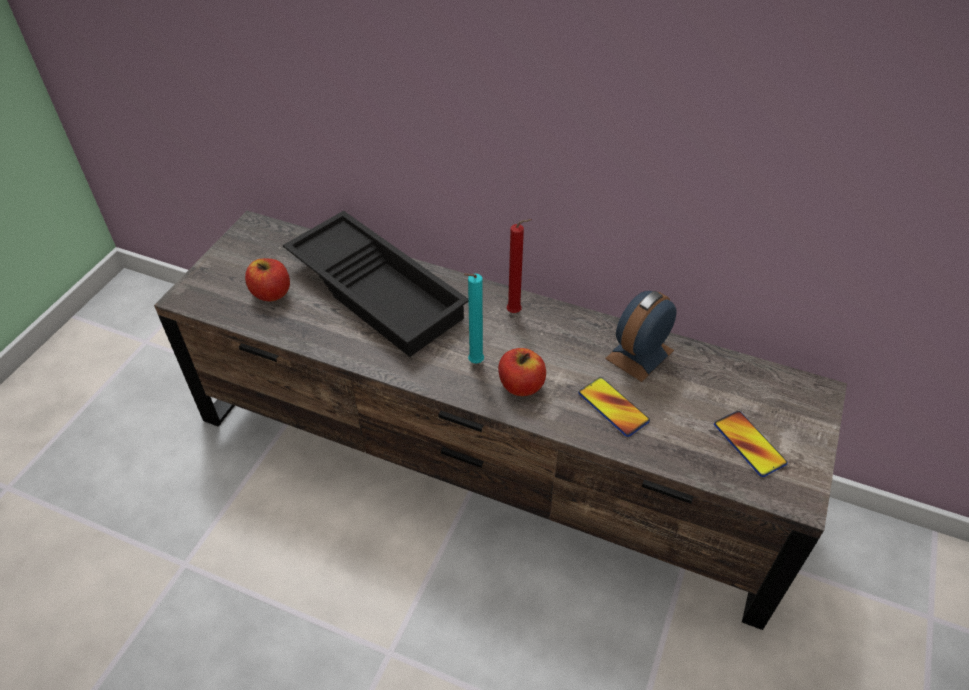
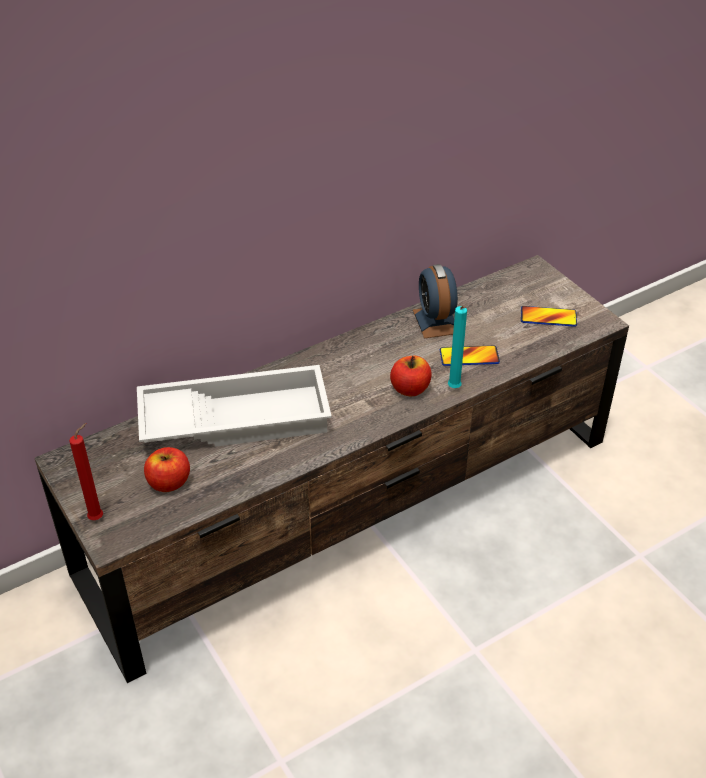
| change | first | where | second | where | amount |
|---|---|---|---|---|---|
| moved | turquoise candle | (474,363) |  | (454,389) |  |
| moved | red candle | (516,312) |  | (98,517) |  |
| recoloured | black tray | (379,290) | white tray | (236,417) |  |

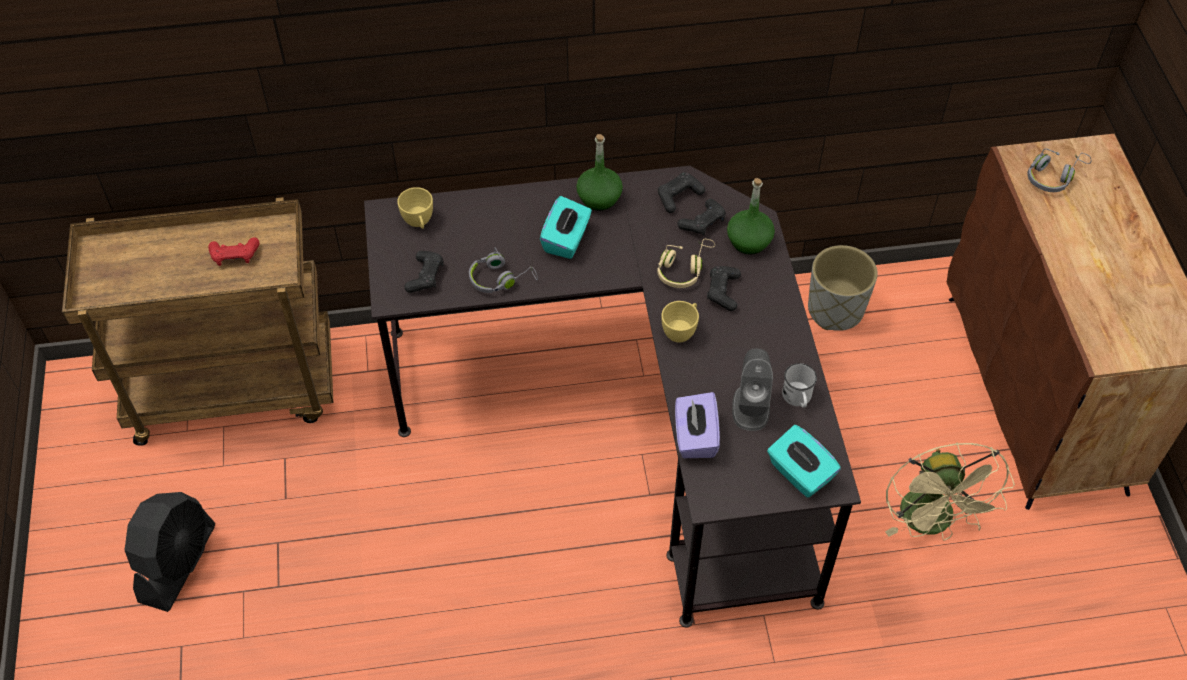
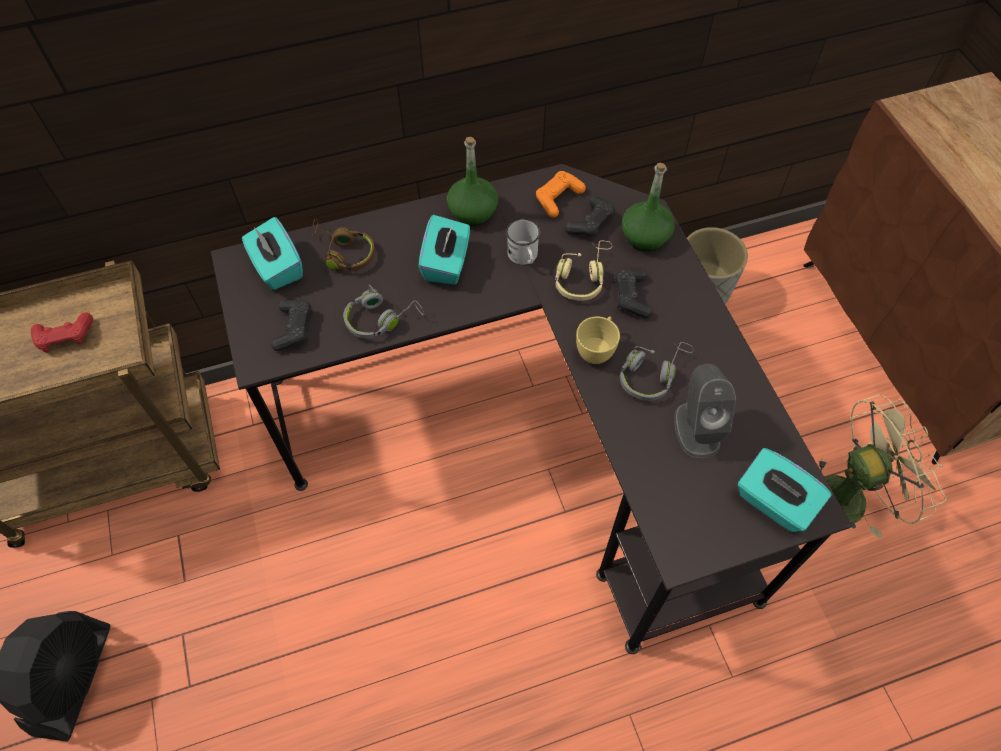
| change | first | where | second | where | amount |
|---|---|---|---|---|---|
| removed | purple tissue box | (695,437) |  |  |  |
| added |  |  | brown headphones | (343,252) |  |
| moved | white mug | (798,398) |  | (524,257) |  |
| moved | grey headphones | (1053,176) |  | (652,374) |  |
| replaced | yellow cup | (419,223) | turquoise tissue box | (277,267) |  |
| recoloured | black game controller | (679,196) | orange game controller | (558,198) |  |
| turned | beige fan | (932,523) |  | (848,494) | 90 degrees counterclockwise |

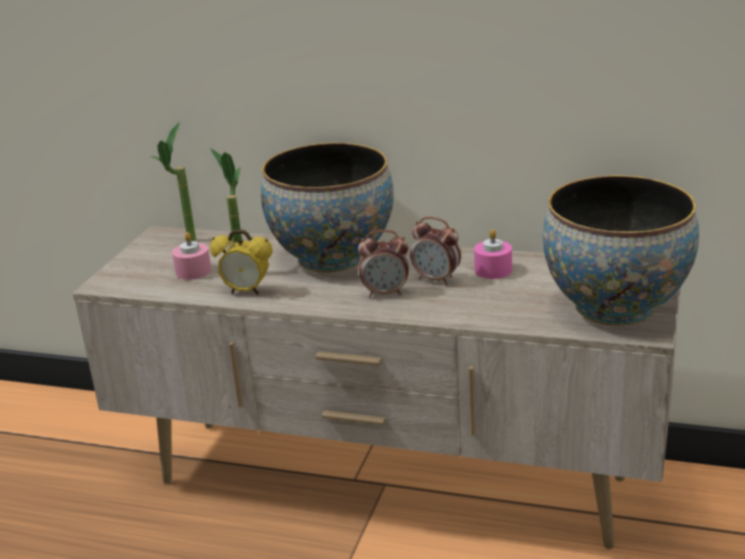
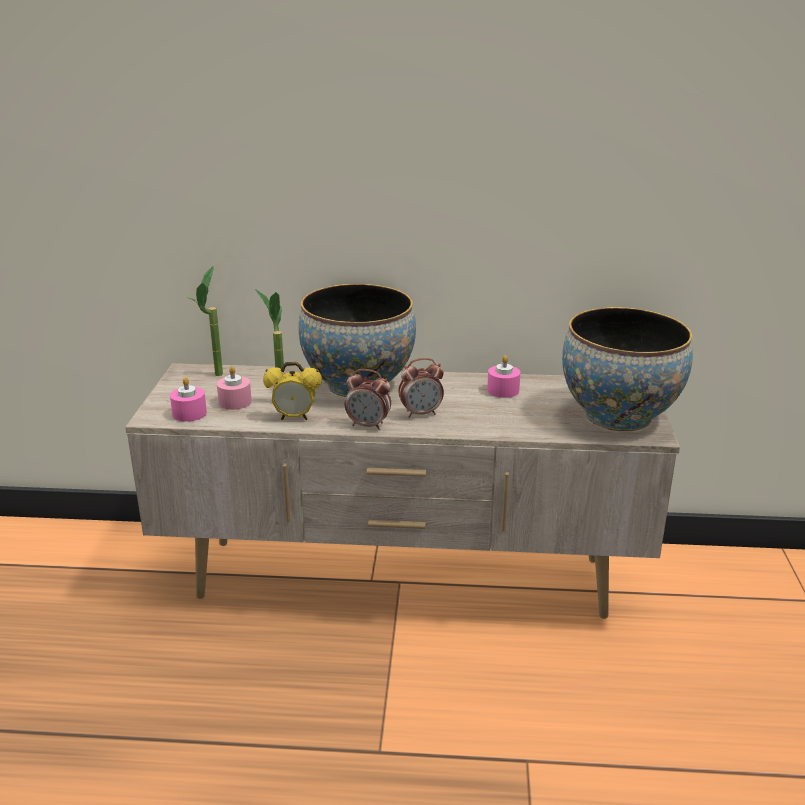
| change | first | where | second | where | amount |
|---|---|---|---|---|---|
| added |  |  | pink candle | (189,413) |  |
| moved | alarm clock | (436,279) |  | (368,425) |  |

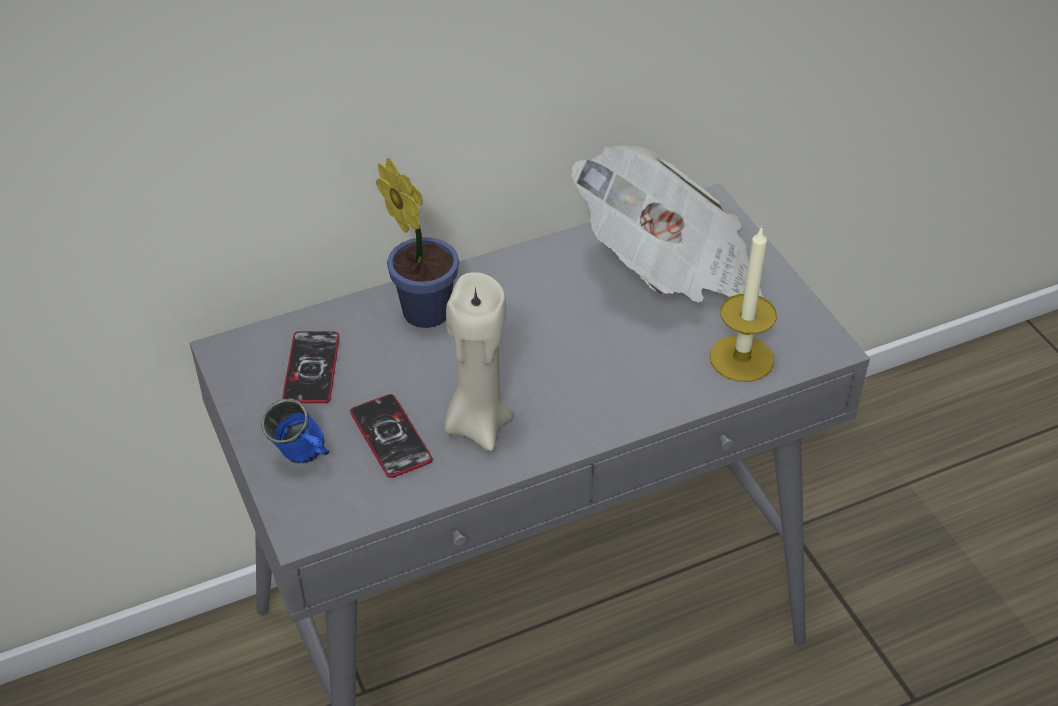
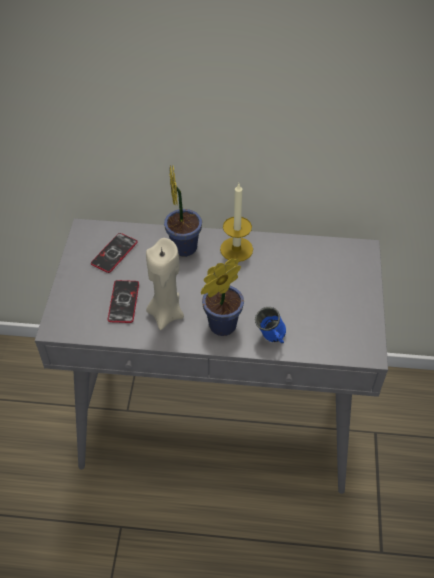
| change | first | where | second | where | amount |
|---|---|---|---|---|---|
| removed | newspaper | (668,267) |  |  |  |
| added |  |  | potted plant | (219,327) |  |
| moved | blue mug | (303,458) |  | (271,339) |  |
| moved | candle | (741,358) |  | (236,249) |  |

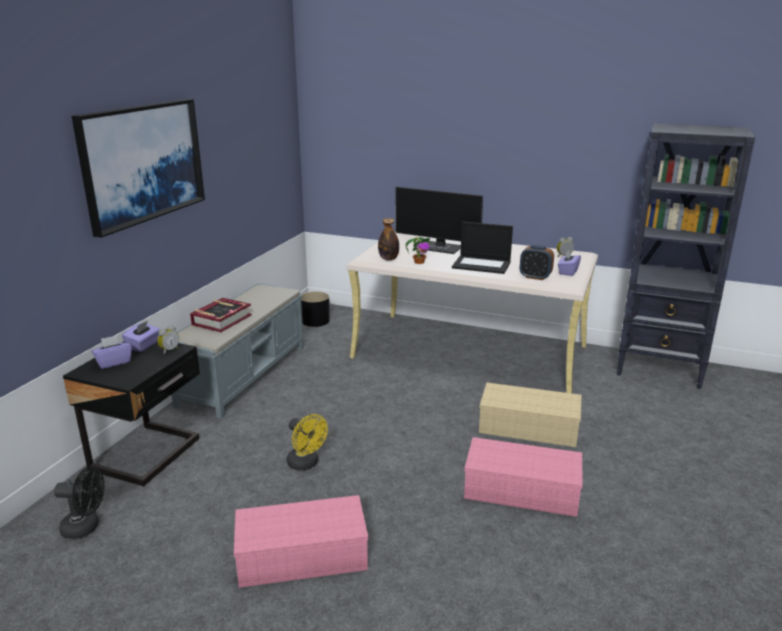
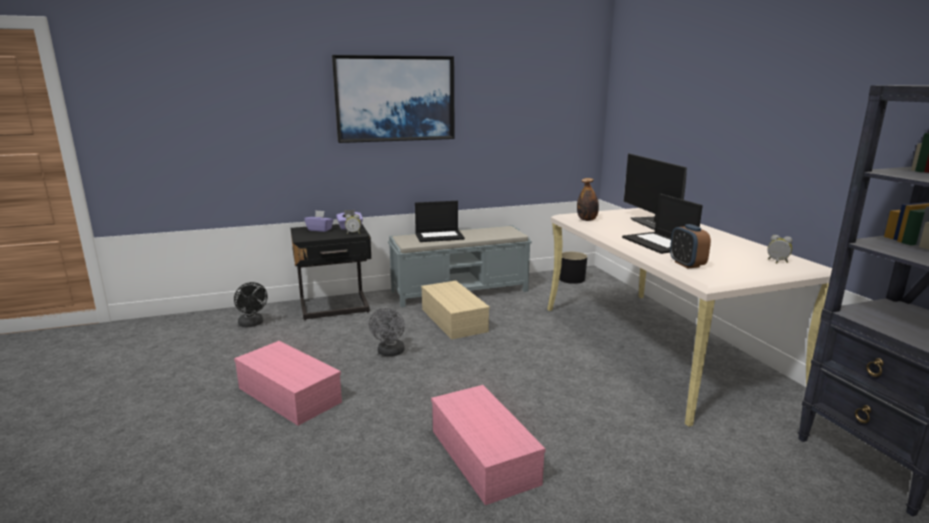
| change | first | where | second | where | amount |
|---|---|---|---|---|---|
| removed | potted plant | (419,262) |  |  |  |
| removed | purple tissue box | (568,272) |  |  |  |
| moved | beige storage box | (527,427) |  | (452,320) |  |
| replaced | book | (221,320) | laptop | (440,236) |  |
| recoloured | yellow fan | (306,464) | grey fan | (390,353) |  |

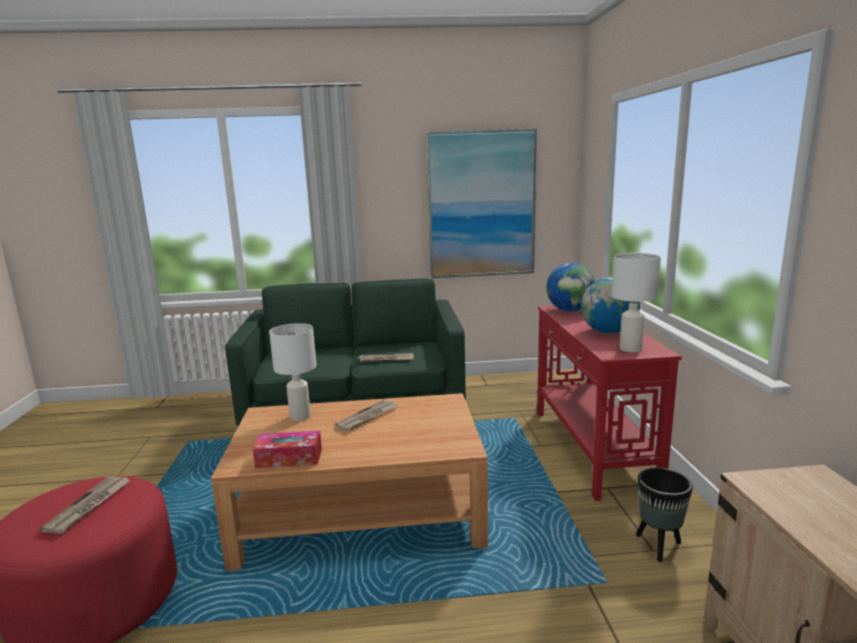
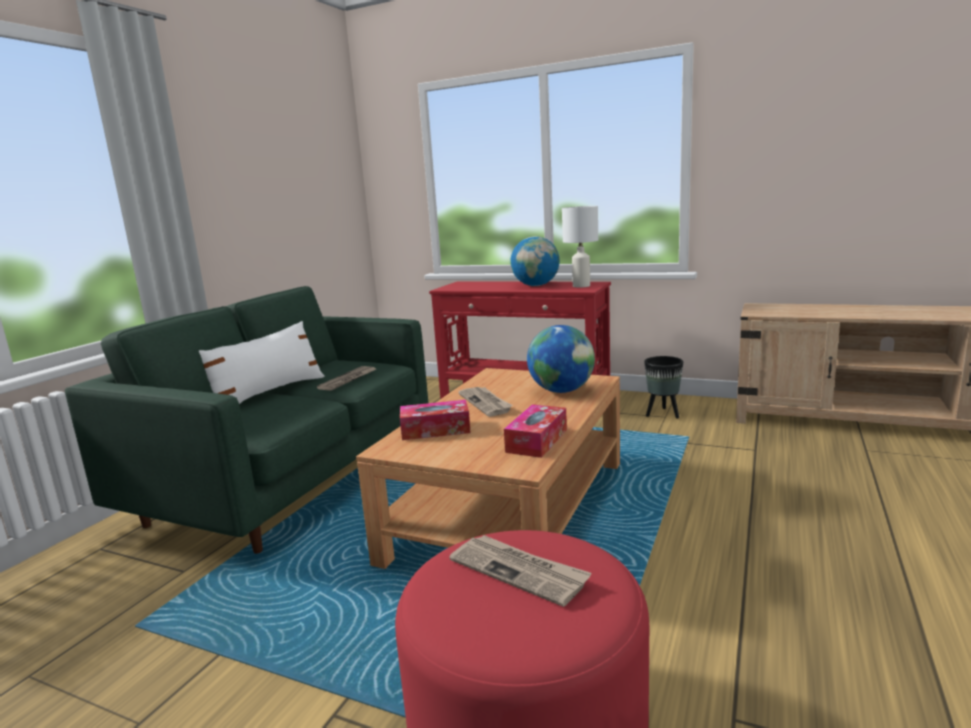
| change | first | where | second | where | amount |
|---|---|---|---|---|---|
| removed | picture | (481,205) |  |  |  |
| added |  |  | white pillow | (268,393) |  |
| moved | globe | (570,310) |  | (561,391) |  |
| replaced | white table lamp | (301,416) | tissue box | (435,430) |  |

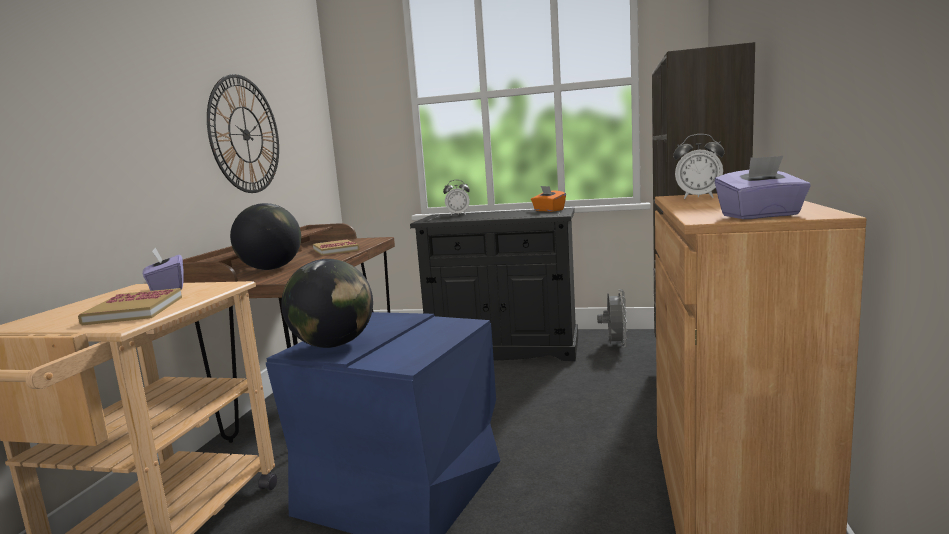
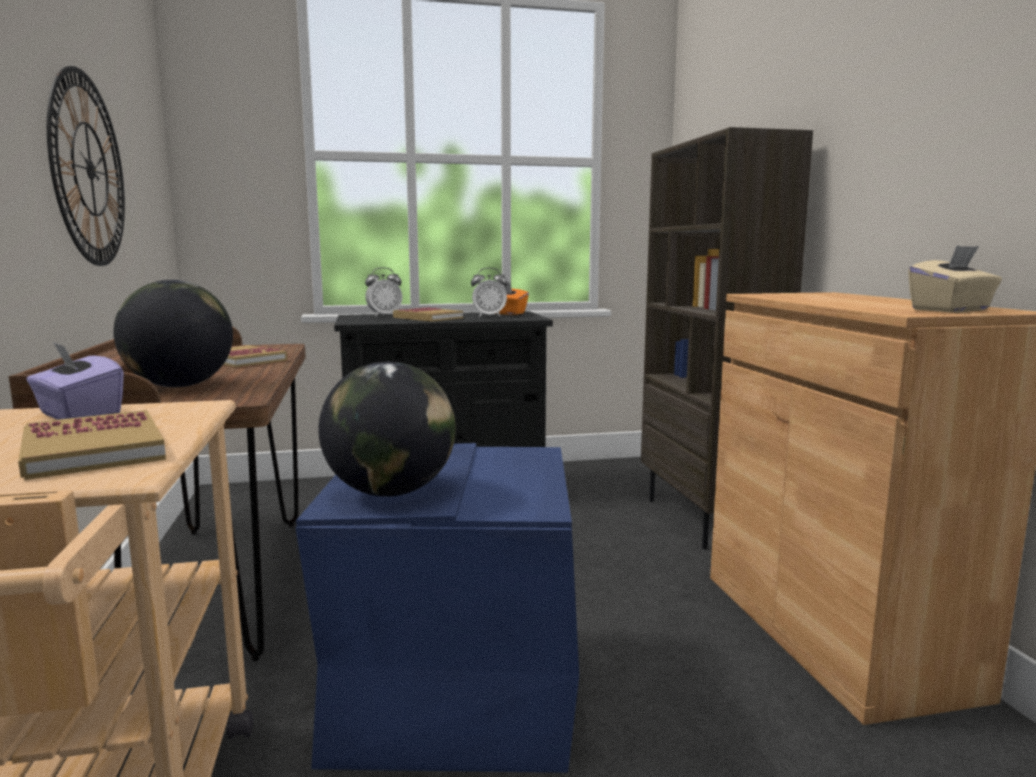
| change | first | where | second | where | amount |
|---|---|---|---|---|---|
| removed | grey fan | (615,345) |  |  |  |
| added |  |  | book | (428,318) |  |
| moved | alarm clock | (698,197) |  | (489,316) |  |
| recoloured | purple tissue box | (760,216) | beige tissue box | (951,310) |  |

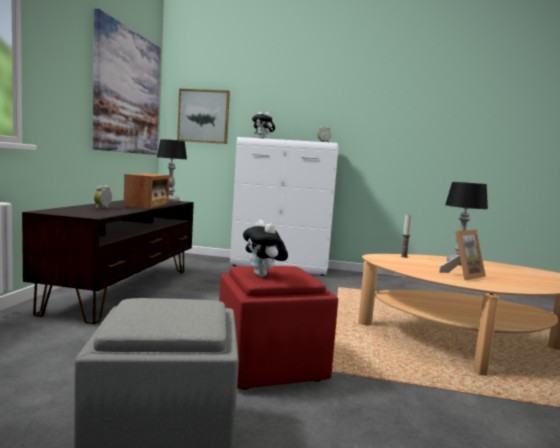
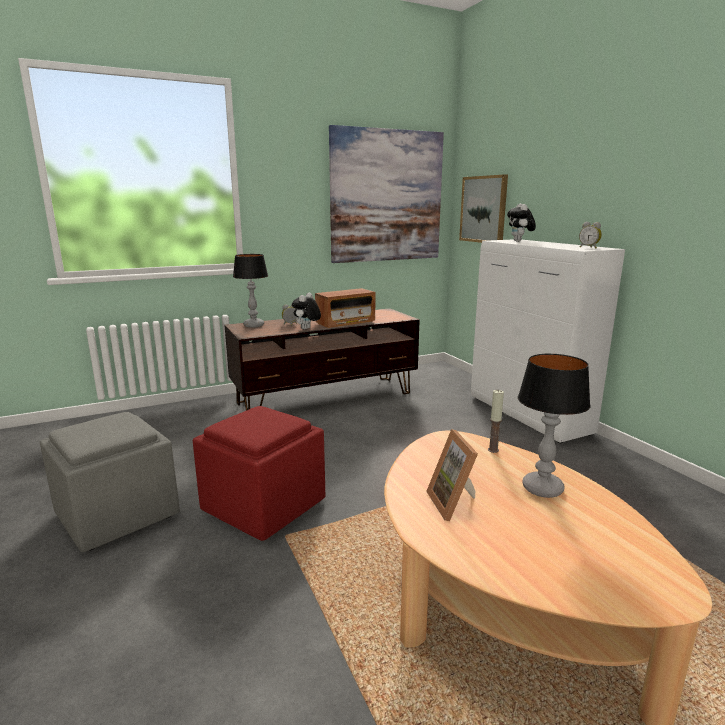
| change | first | where | second | where | amount |
|---|---|---|---|---|---|
| moved | table lamp | (170,201) |  | (254,325) |  |
| moved | plush toy | (263,276) |  | (306,329) |  |
| turned | picture frame | (463,275) |  | (455,504) | 60 degrees clockwise |

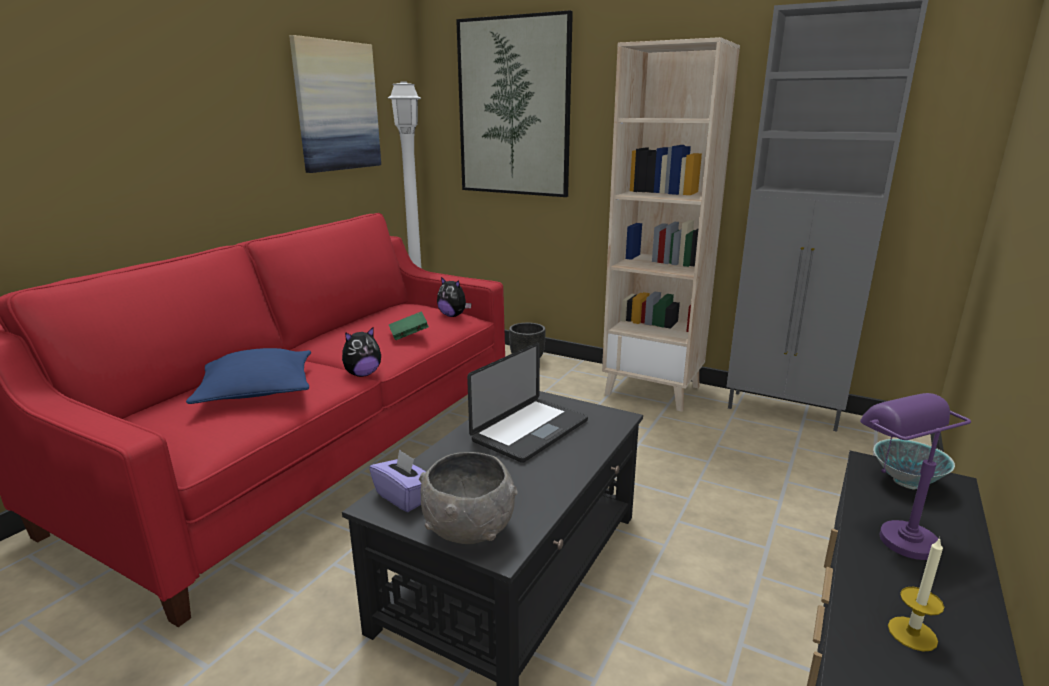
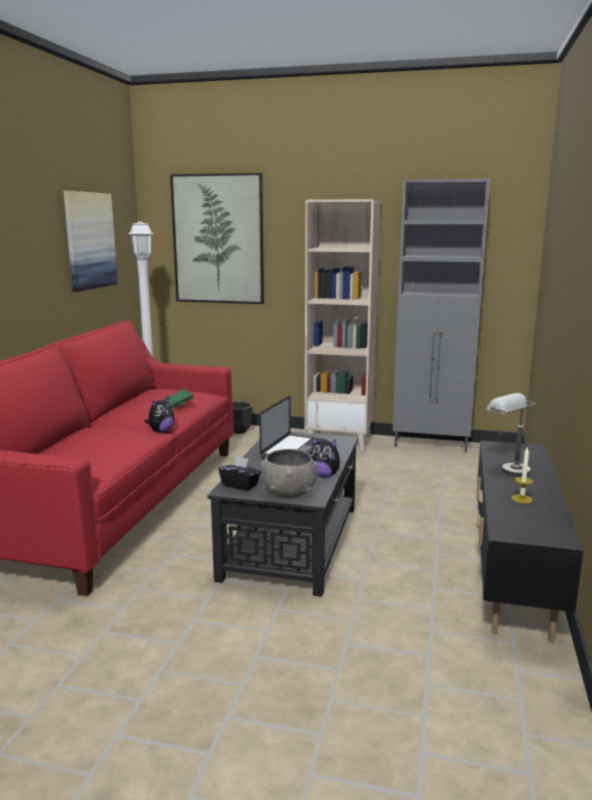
| change | first | where | second | where | amount |
|---|---|---|---|---|---|
| removed | blue pillow | (256,390) |  |  |  |
| removed | bowl | (907,482) |  |  |  |
| moved | plush toy | (453,315) |  | (324,475) |  |
| recoloured | purple tissue box | (404,497) | black tissue box | (240,485) |  |
| recoloured | purple table lamp | (890,532) | grey table lamp | (507,468) |  |

